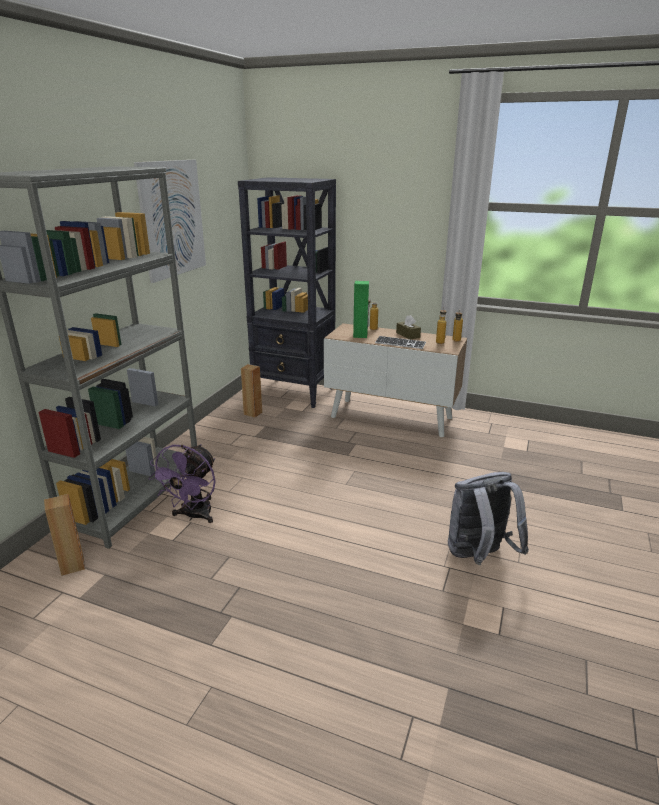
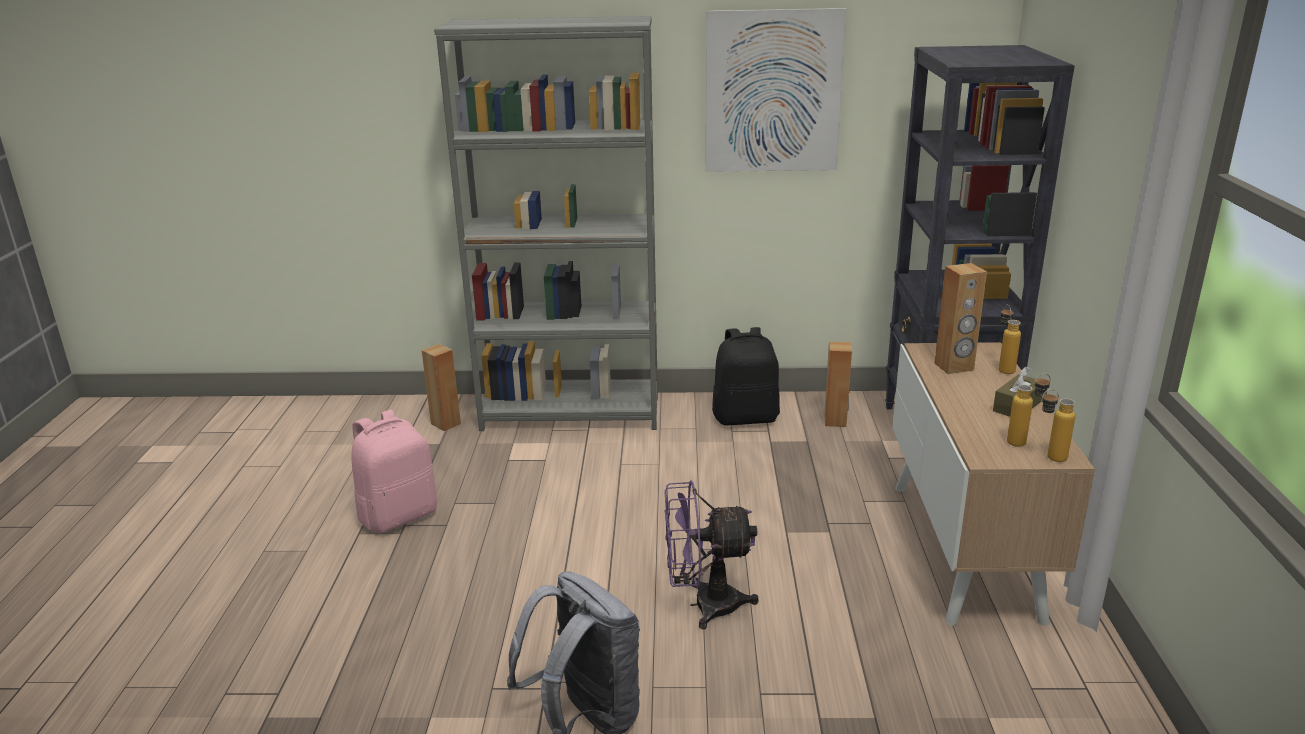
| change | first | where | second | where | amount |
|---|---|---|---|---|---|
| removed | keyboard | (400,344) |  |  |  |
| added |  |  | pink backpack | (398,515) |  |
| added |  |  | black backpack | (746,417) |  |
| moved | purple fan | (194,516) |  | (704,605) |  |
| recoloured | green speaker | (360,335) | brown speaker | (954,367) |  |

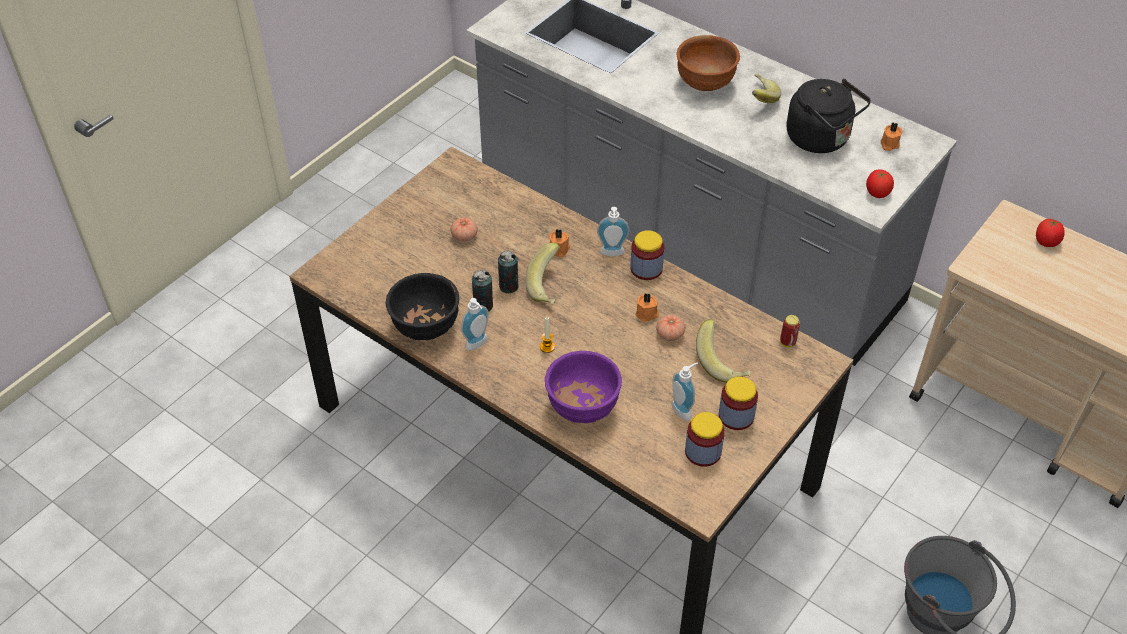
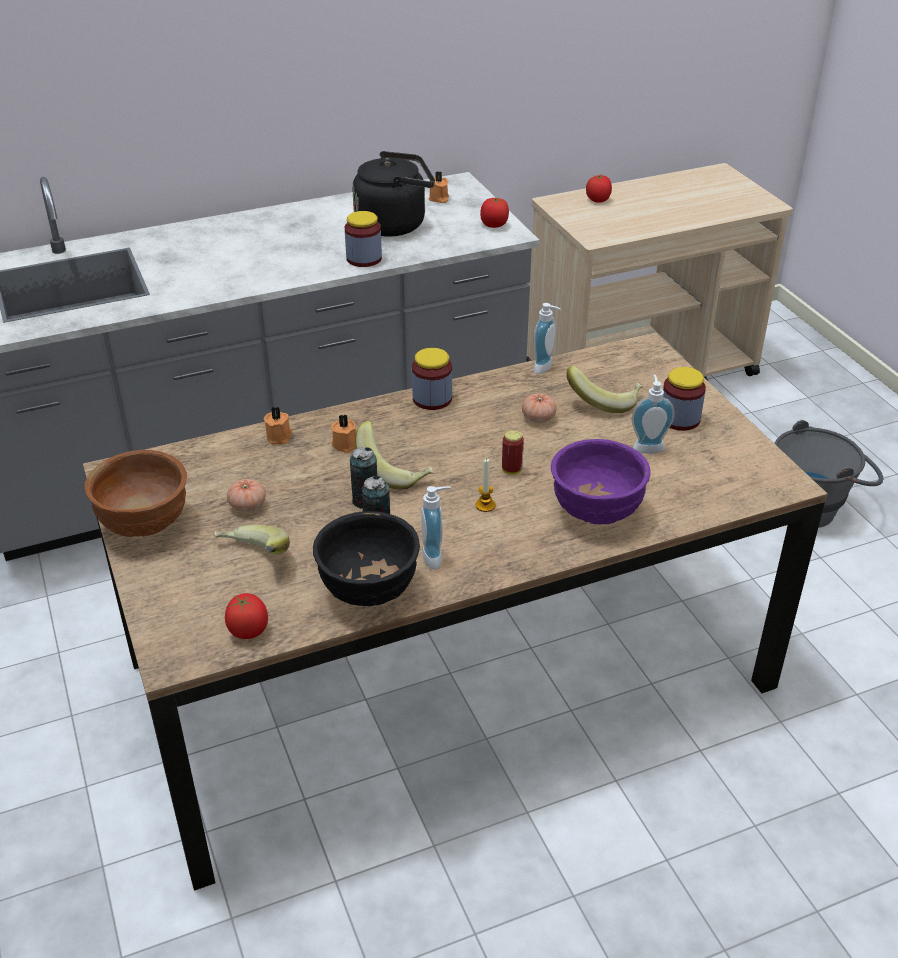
| change | first | where | second | where | amount |
|---|---|---|---|---|---|
| added |  |  | tomato | (248,631) |  |
| moved | soap dispenser | (612,254) |  | (545,368) |  |
| moved | orange candle | (647,314) |  | (280,436) |  |
| moved | brown bowl | (704,84) |  | (145,525) |  |
| moved | jar | (703,452) |  | (364,259) |  |
| moved | banana | (759,98) |  | (252,558) |  |
| moved | can | (787,342) |  | (512,470) |  |

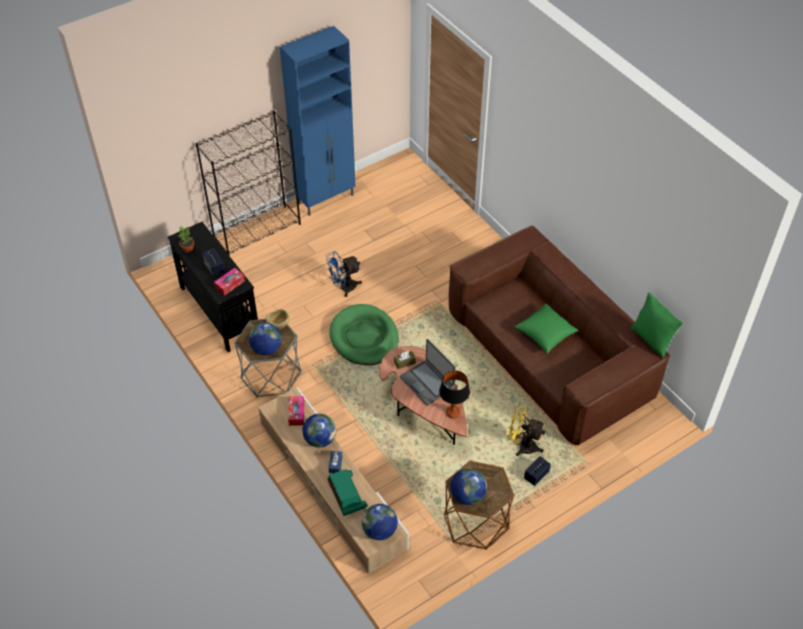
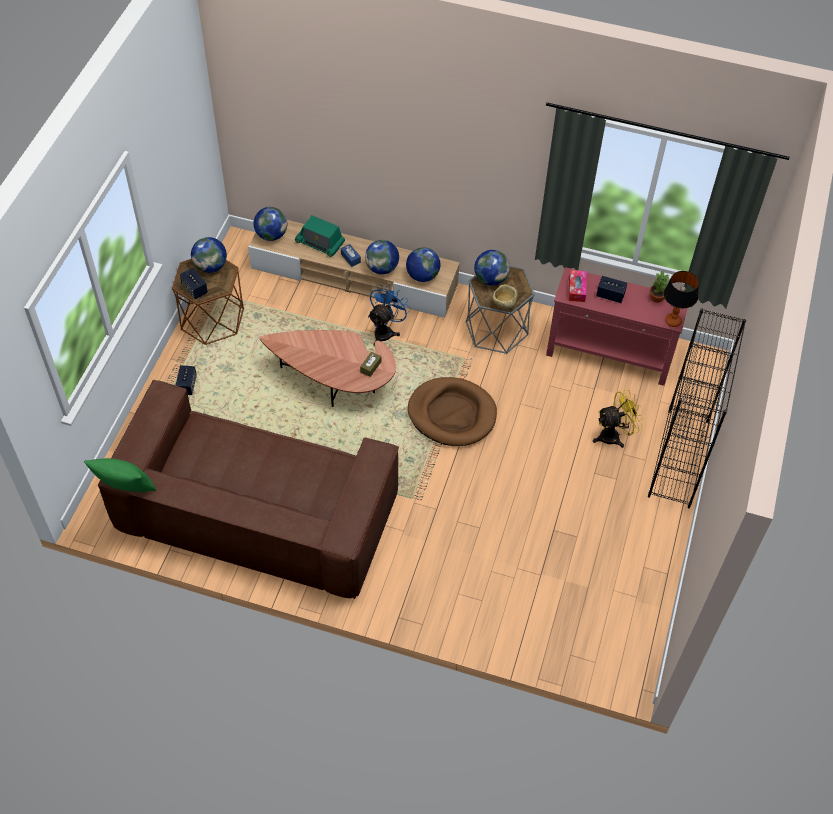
| change | first | where | second | where | amount |
|---|---|---|---|---|---|
| removed | blue cabinet | (326,199) |  |  |  |
| removed | laptop | (427,382) |  |  |  |
| removed | green pillow | (545,334) |  |  |  |
| added |  |  | speaker | (194,289) |  |
| moved | blue fan | (344,287) |  | (386,331) |  |
| moved | table lamp | (453,413) |  | (672,321) |  |
| moved | yellow fan | (522,446) |  | (614,436) |  |
| replaced | tissue box | (296,413) | globe | (422,276) |  |
| recoloured | black console table | (219,310) | red console table | (609,355) |  |
| recoloured | green dog bed | (364,337) | brown dog bed | (452,414) |  |

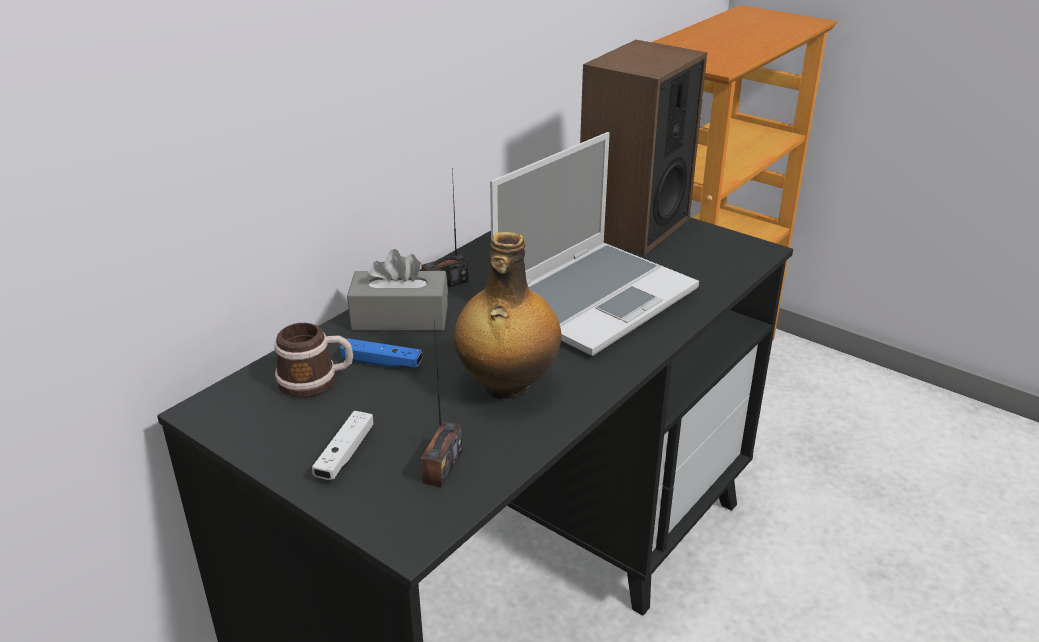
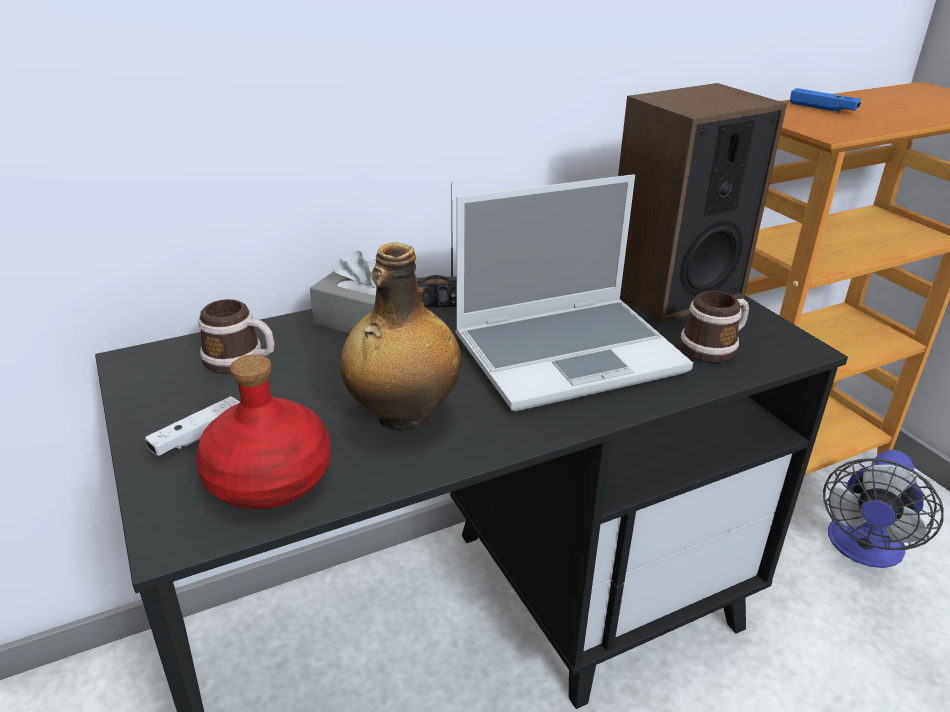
| change | first | where | second | where | amount |
|---|---|---|---|---|---|
| added |  |  | mug | (714,347) |  |
| added |  |  | fan | (863,549) |  |
| moved | blue game controller | (382,362) |  | (822,108) |  |
| replaced | radio | (442,466) | red bottle | (269,477) |  |

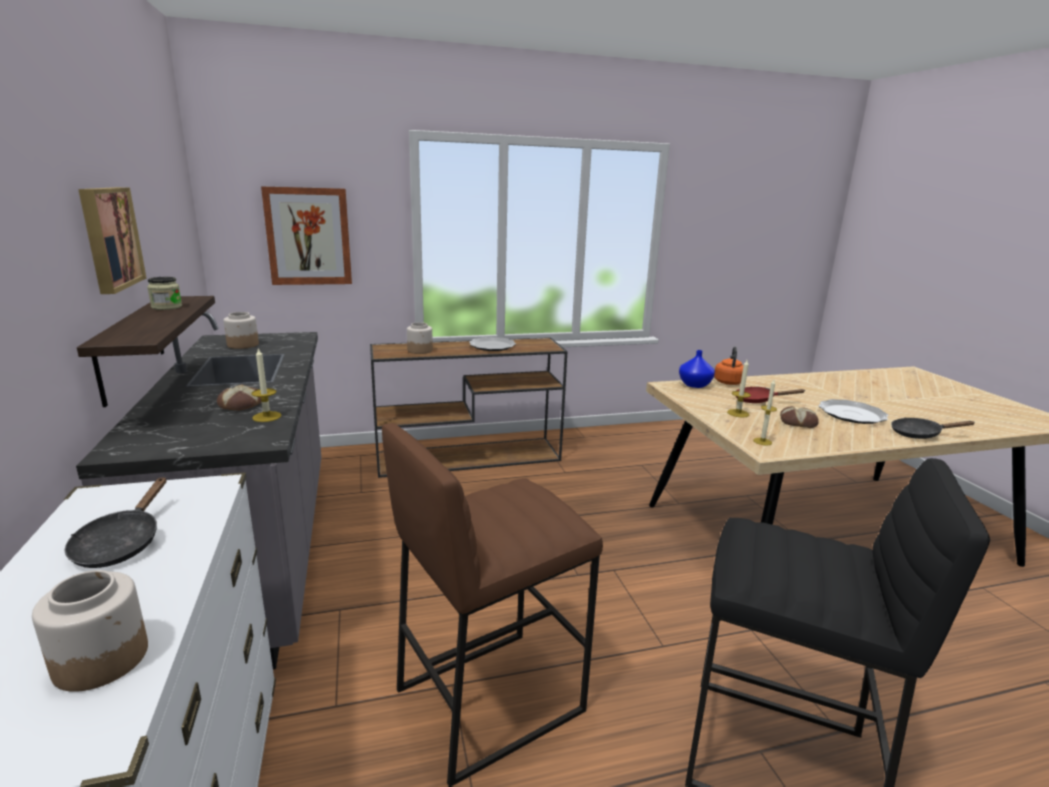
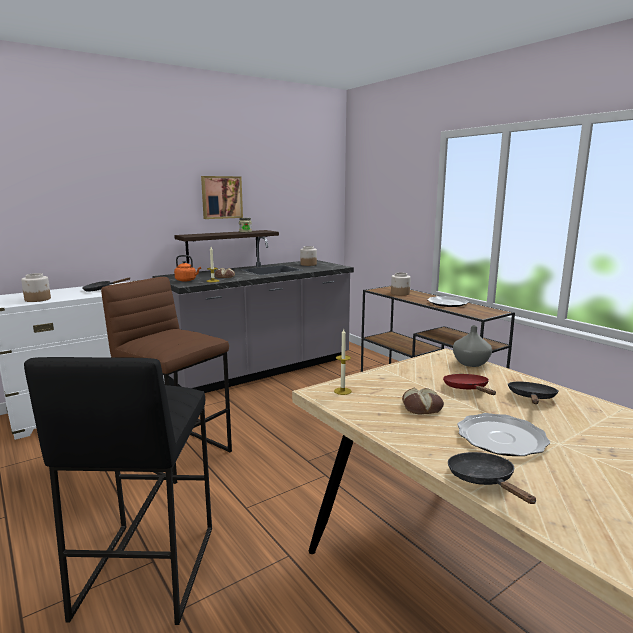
| change | first | where | second | where | amount |
|---|---|---|---|---|---|
| removed | picture | (308,236) |  |  |  |
| removed | candle | (738,413) |  |  |  |
| added |  |  | black frying pan | (532,398) |  |
| moved | orange kettle | (728,382) |  | (187,280) |  |
| recoloured | blue vase | (695,385) | grey vase | (471,363) |  |

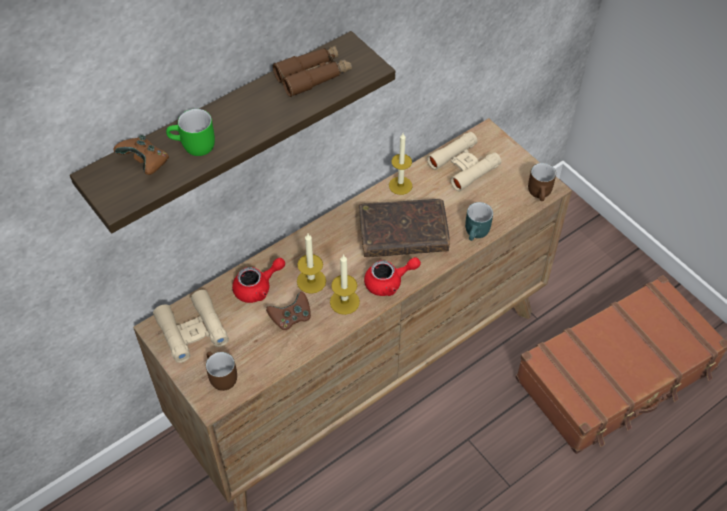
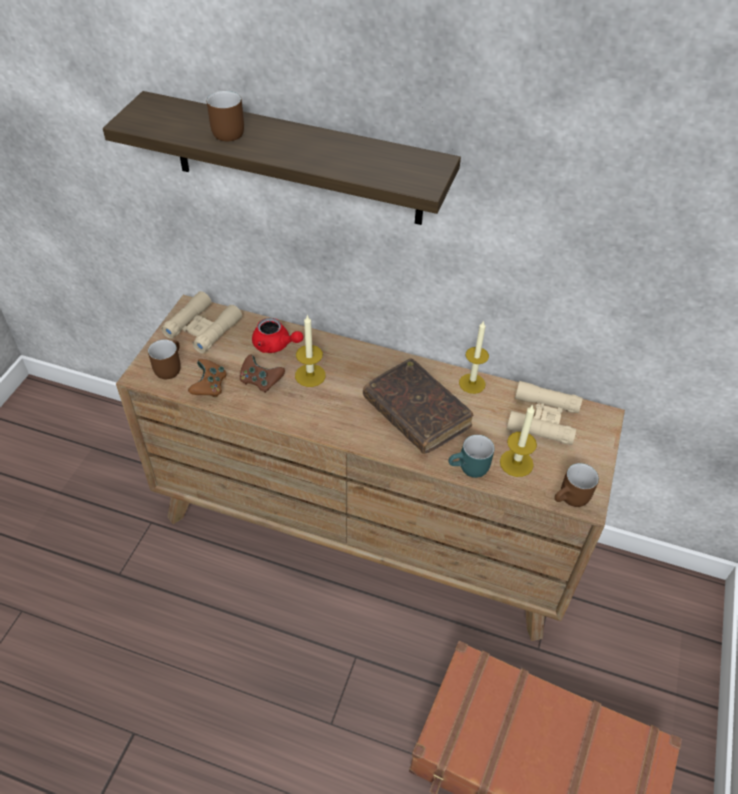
| change | first | where | second | where | amount |
|---|---|---|---|---|---|
| removed | brown binoculars | (313,76) |  |  |  |
| removed | red teapot | (389,282) |  |  |  |
| moved | brown game controller | (146,163) |  | (209,387) |  |
| moved | candle | (344,302) |  | (516,463) |  |
| recoloured | green mug | (193,147) | brown mug | (223,132) |  |

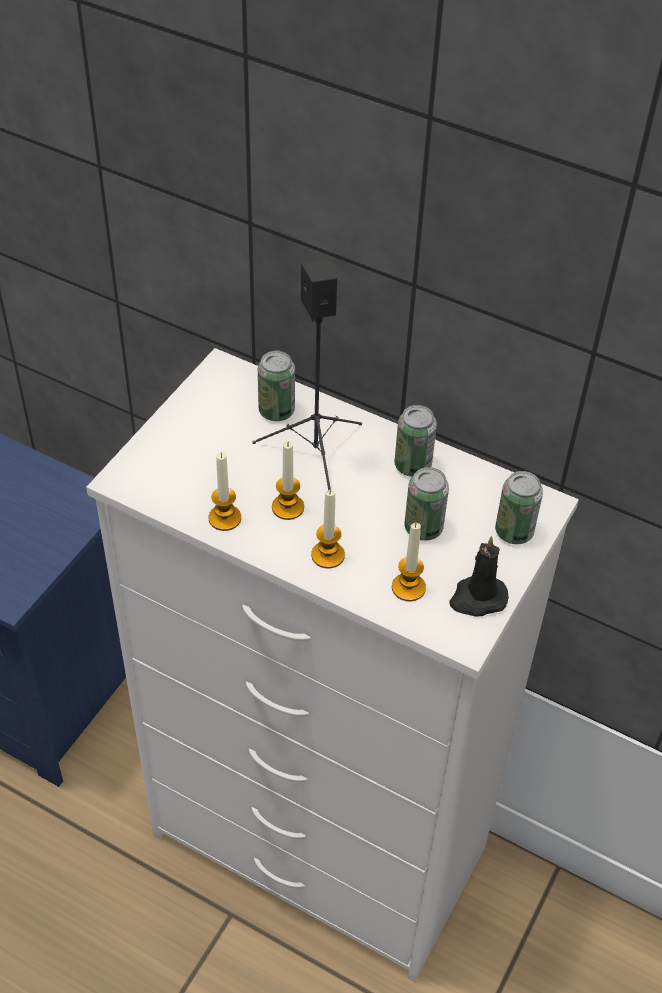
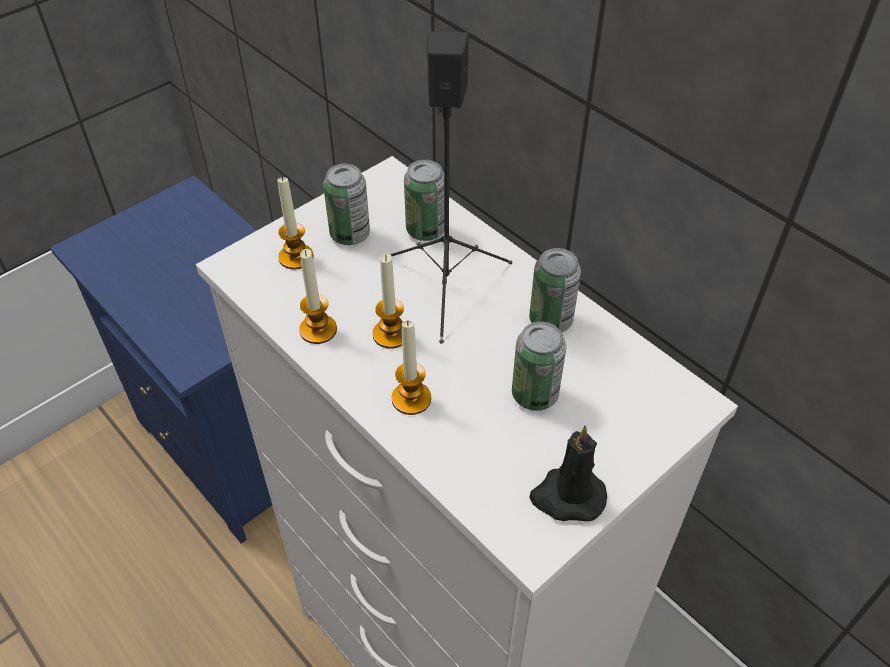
| change | first | where | second | where | amount |
|---|---|---|---|---|---|
| moved | candle | (408,588) |  | (296,257) |  |
| moved | can | (514,532) |  | (350,234) |  |

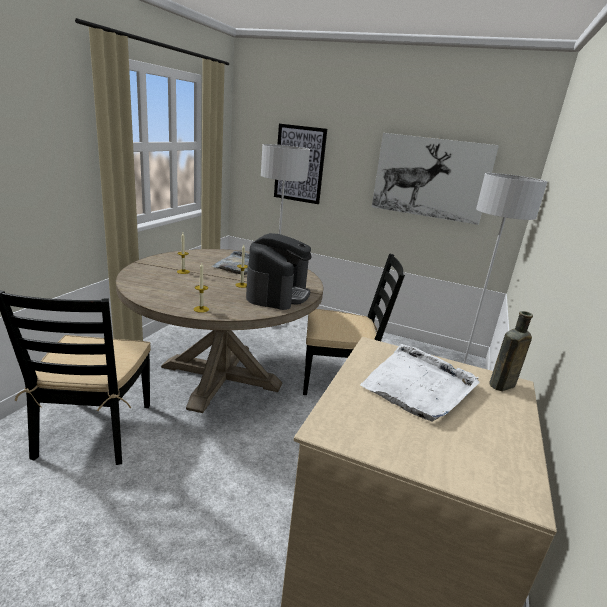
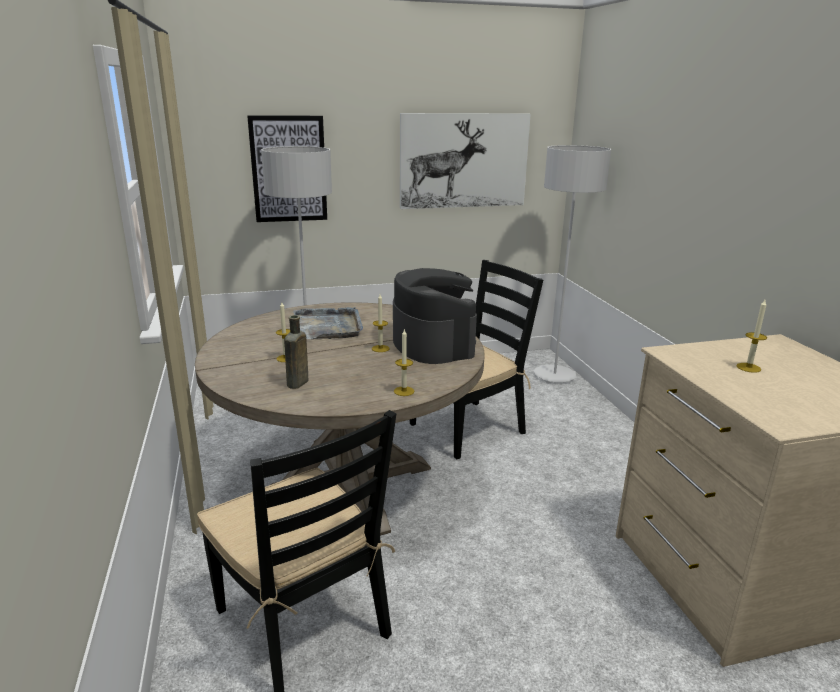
| change | first | where | second | where | amount |
|---|---|---|---|---|---|
| moved | brown bottle | (500,385) |  | (297,384) |  |
| replaced | white tray | (418,385) | candle | (748,367) |  |

